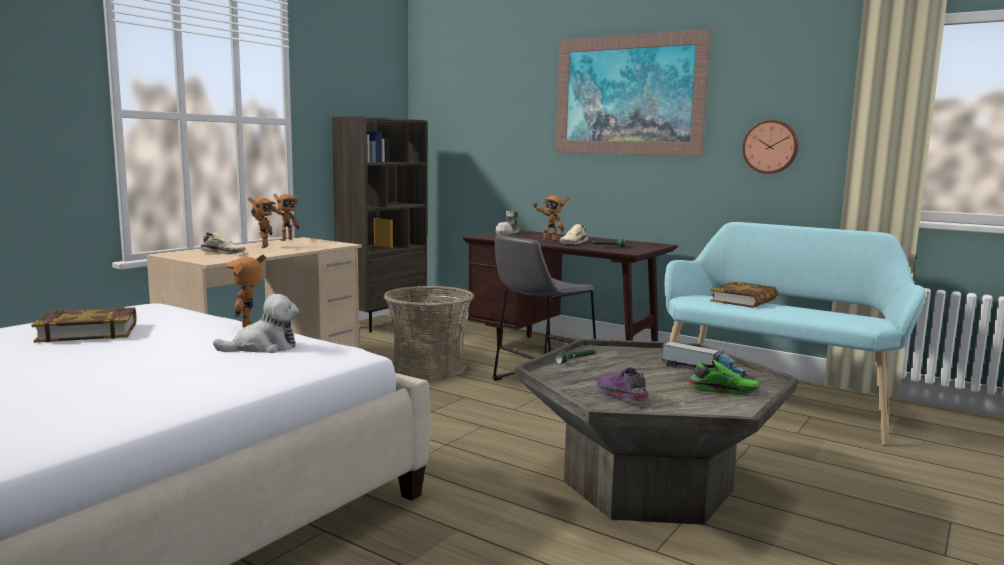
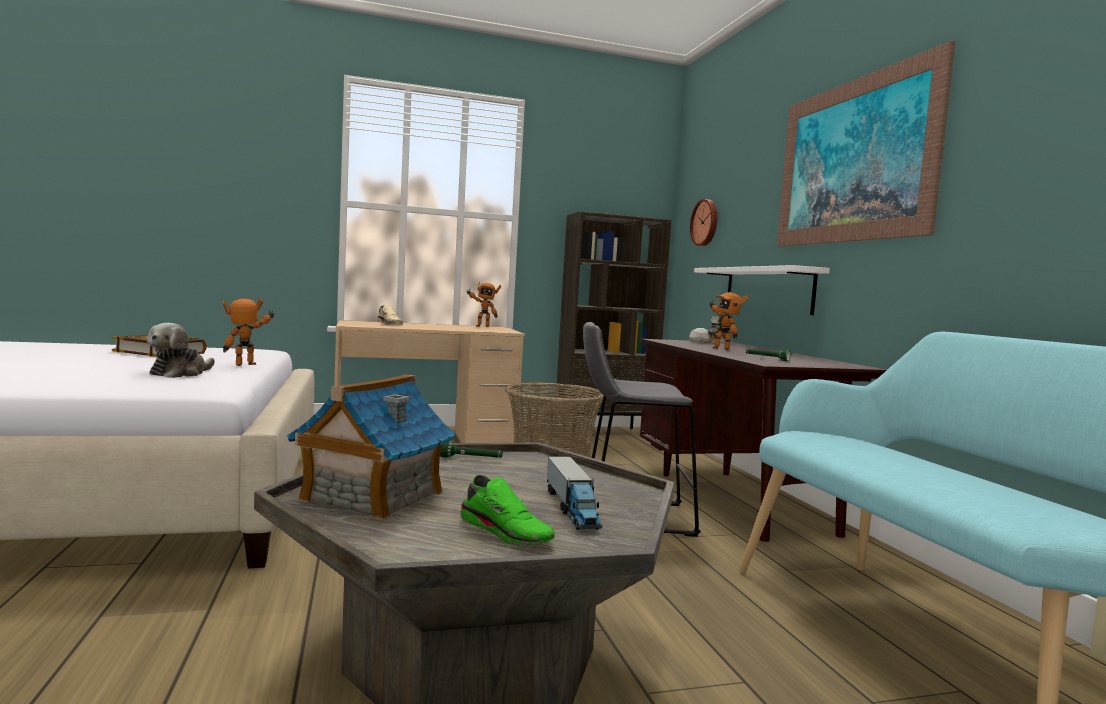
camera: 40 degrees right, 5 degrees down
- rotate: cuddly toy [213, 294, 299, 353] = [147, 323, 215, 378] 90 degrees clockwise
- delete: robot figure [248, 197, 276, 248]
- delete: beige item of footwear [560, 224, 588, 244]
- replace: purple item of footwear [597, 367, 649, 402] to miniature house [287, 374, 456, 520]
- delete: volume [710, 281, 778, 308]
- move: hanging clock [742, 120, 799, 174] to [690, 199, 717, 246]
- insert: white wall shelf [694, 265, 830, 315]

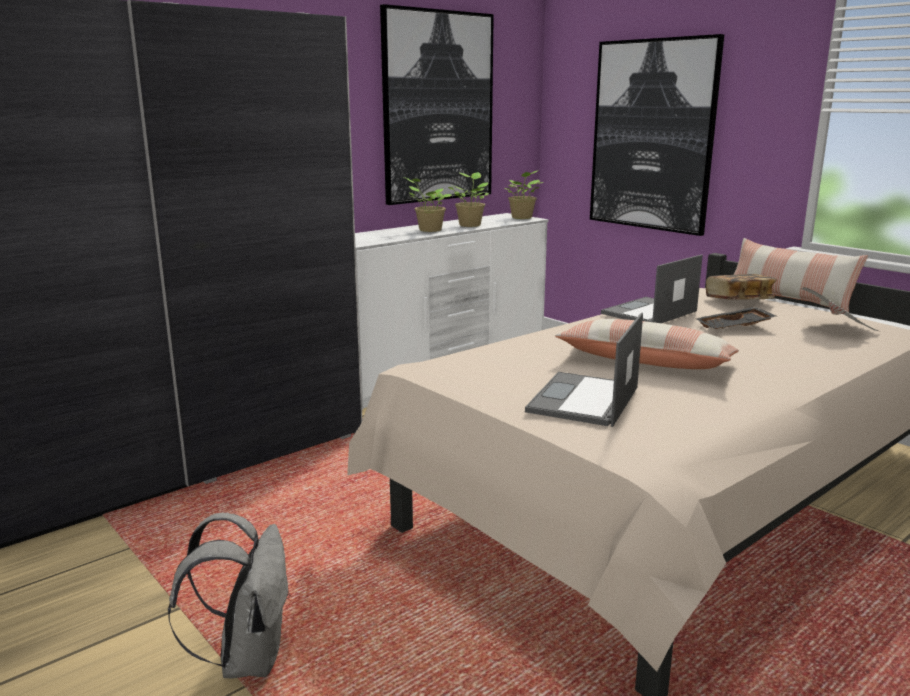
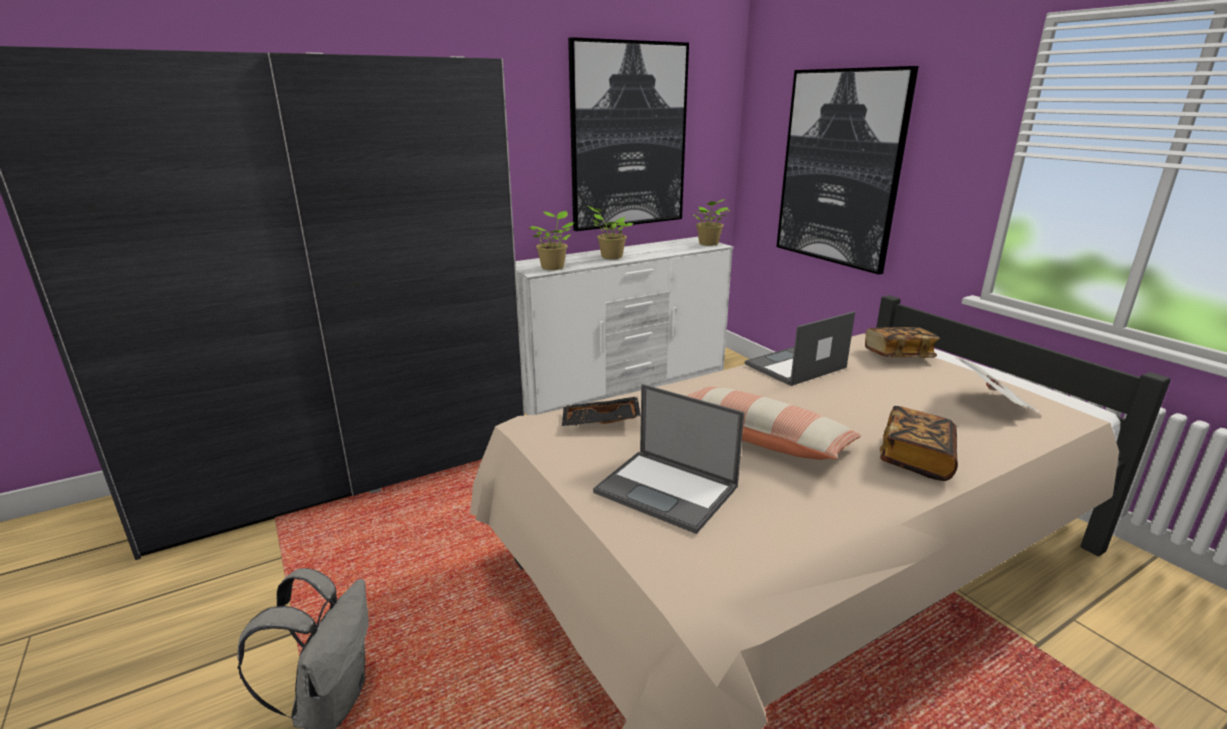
camera: 10 degrees right, 5 degrees up
- move: potted plant [448, 172, 489, 227] to [529, 211, 574, 270]
- rotate: notebook computer [525, 313, 643, 427] = [593, 384, 744, 534] 90 degrees counterclockwise
- move: black serving tray [695, 307, 776, 329] to [562, 396, 641, 426]
- delete: pillow [734, 238, 868, 312]
- insert: volume [880, 406, 958, 481]

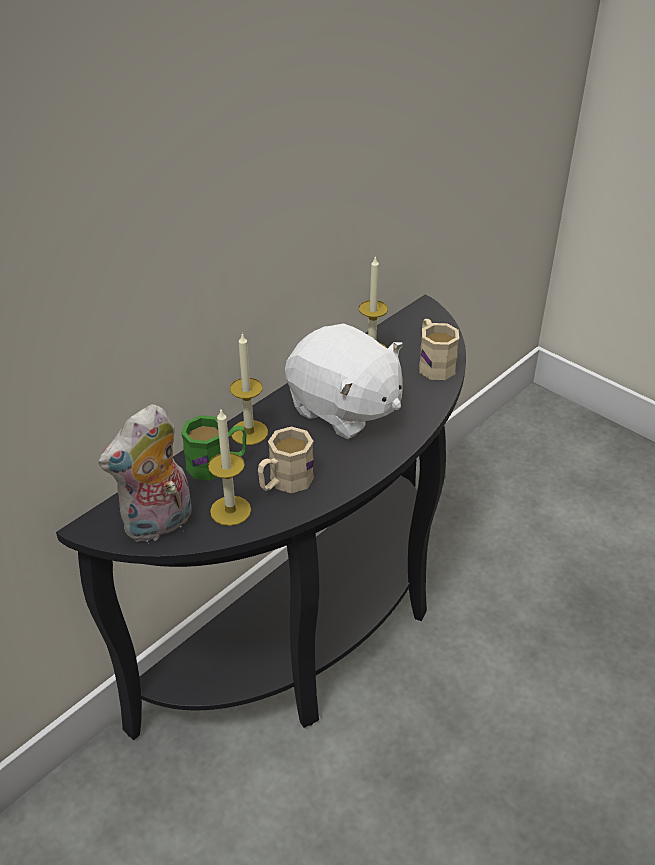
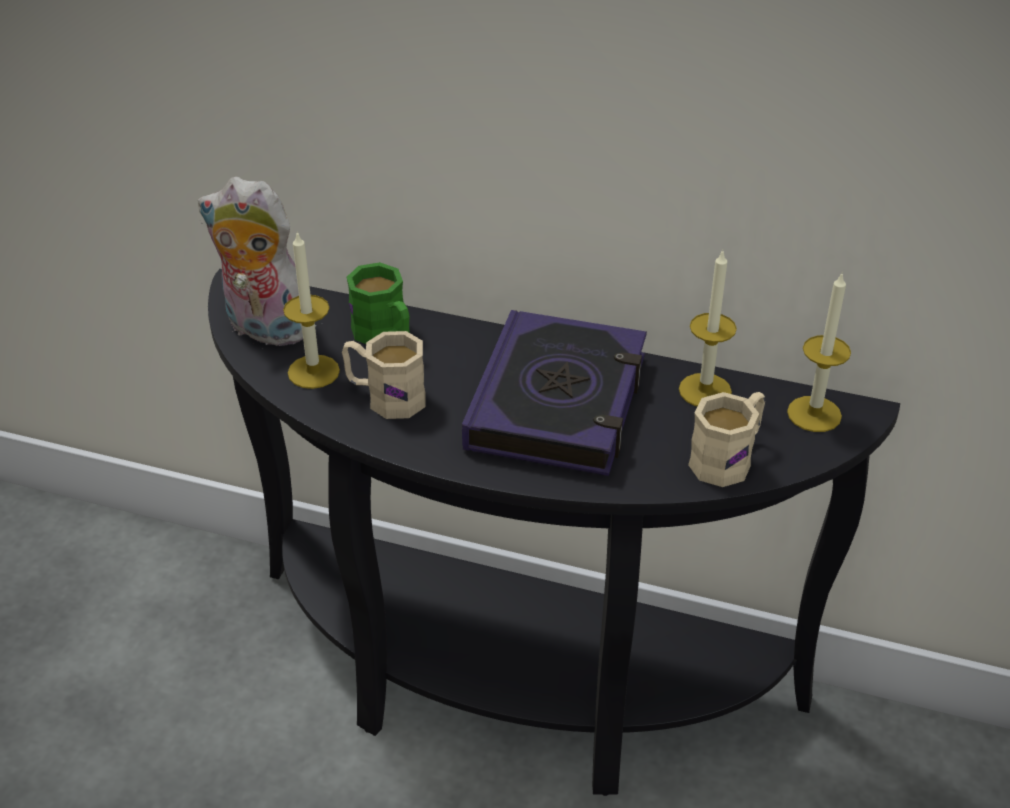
camera: 65 degrees right, 0 degrees up
- move: wax candle [230, 333, 268, 445] to [787, 271, 851, 432]
- replace: white cuddly toy [285, 323, 403, 439] to volume [462, 310, 647, 476]

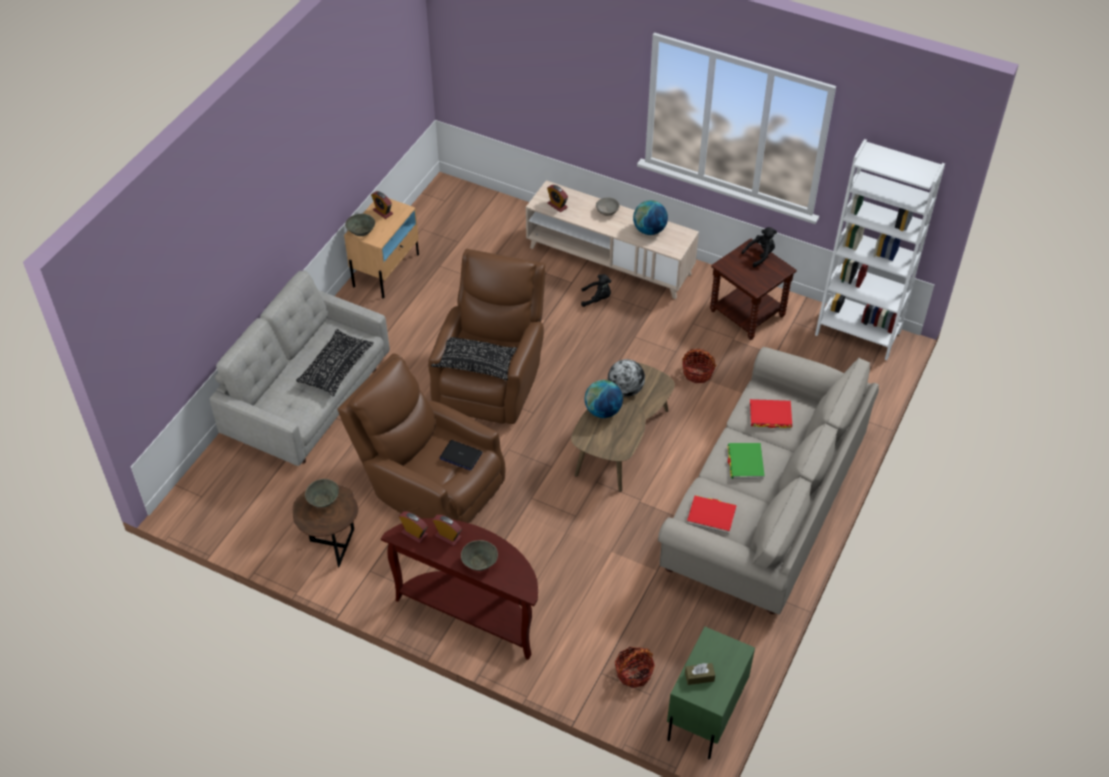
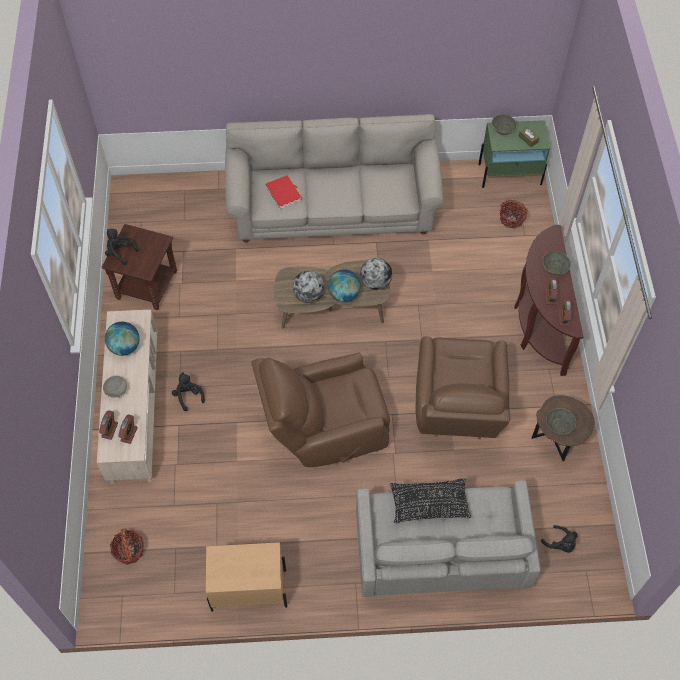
camera: 120 degrees left, 10 degrees up
- move: gray serving bowl [345, 213, 375, 236] to [492, 114, 517, 135]
- move: alarm clock [371, 191, 393, 219] to [99, 410, 118, 440]
- delete: black pillow [431, 337, 517, 380]
- delete: notebook computer [440, 440, 483, 470]
- move: household basket [682, 348, 717, 383] to [110, 528, 144, 565]
- delete: reddish volume [687, 496, 736, 534]
- delete: green volume [727, 443, 765, 479]
- delete: white bookcase [815, 139, 945, 360]
- insert: globe [360, 258, 392, 290]
- insert: black cuddly toy [541, 525, 578, 553]

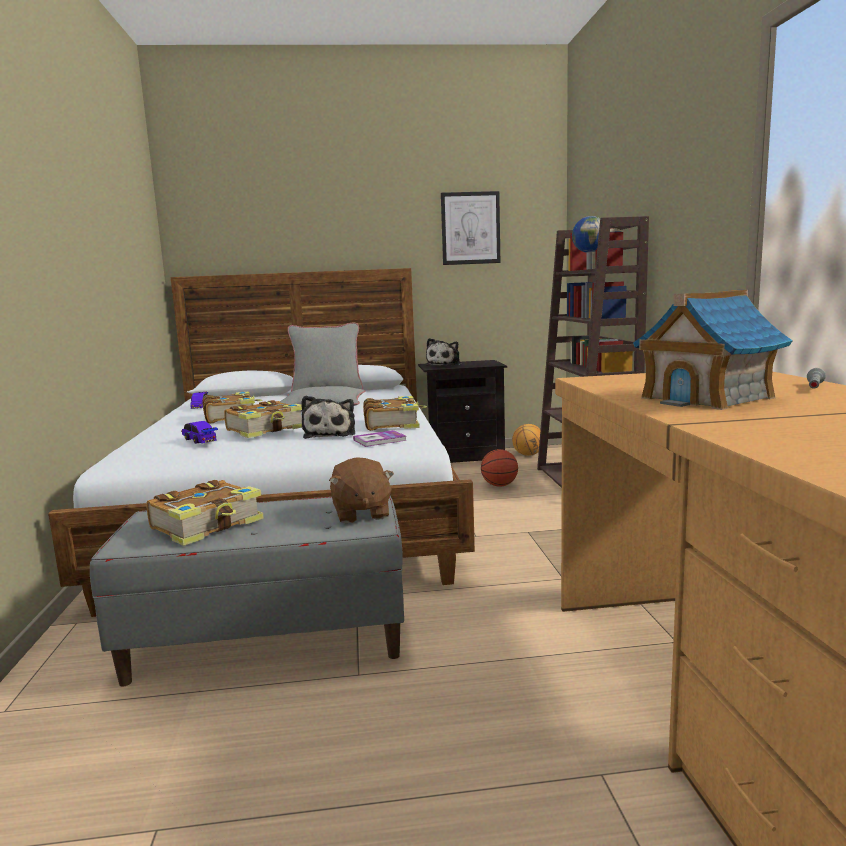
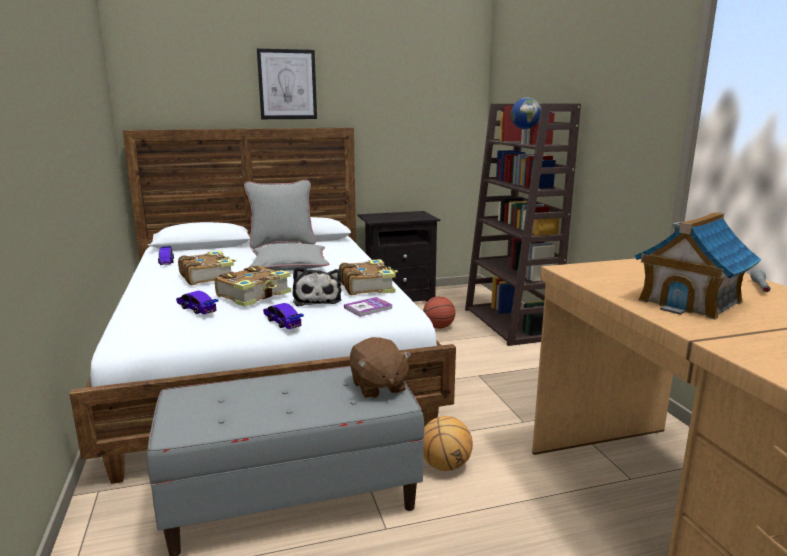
camera: 10 degrees left, 5 degrees up
- delete: volume [146, 480, 264, 546]
- delete: cuddly toy [425, 338, 462, 366]
- move: picture [441, 191, 500, 265] to [257, 48, 317, 119]
- move: basketball ball [512, 424, 541, 456] to [423, 416, 473, 471]
- insert: miniature car [263, 303, 304, 329]

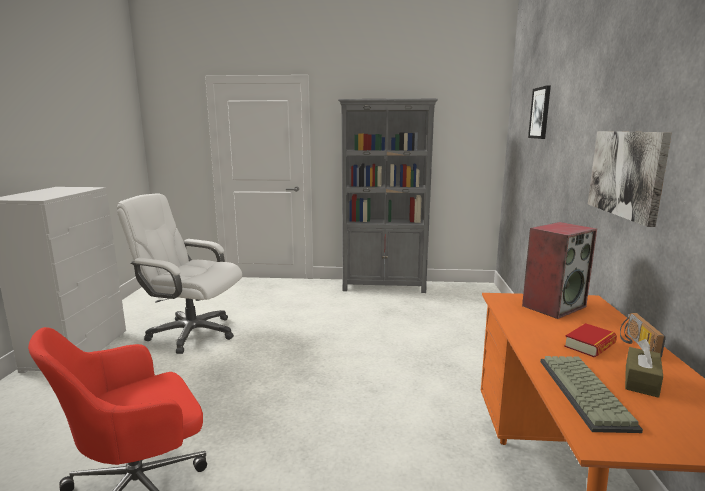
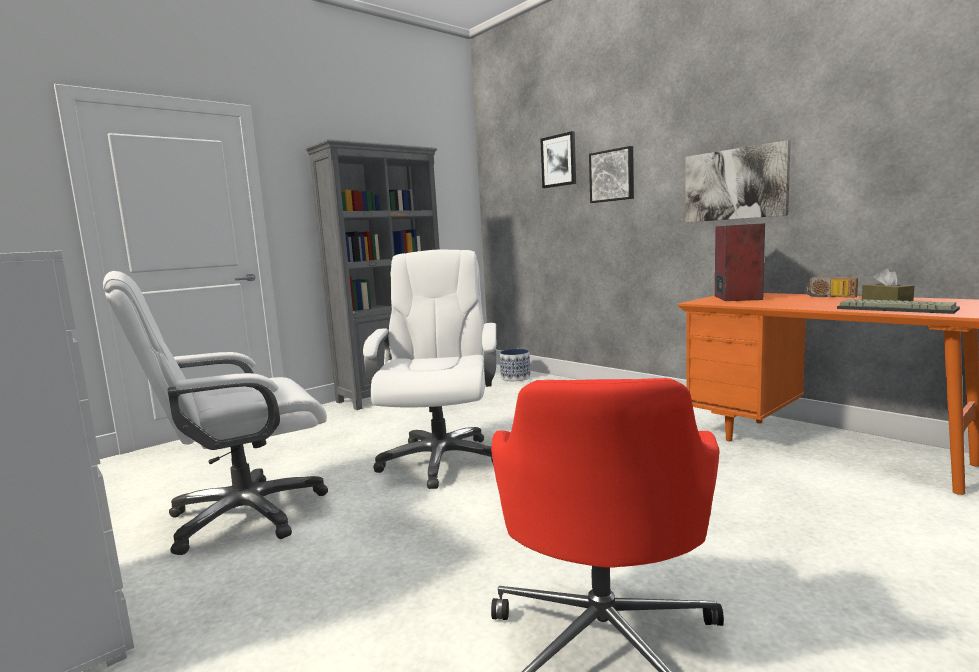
camera: 45 degrees left, 5 degrees down
- delete: volume [564, 323, 617, 357]
- insert: white desk chair [363, 250, 496, 489]
- insert: flower pot [500, 349, 531, 381]
- insert: picture [589, 146, 634, 203]

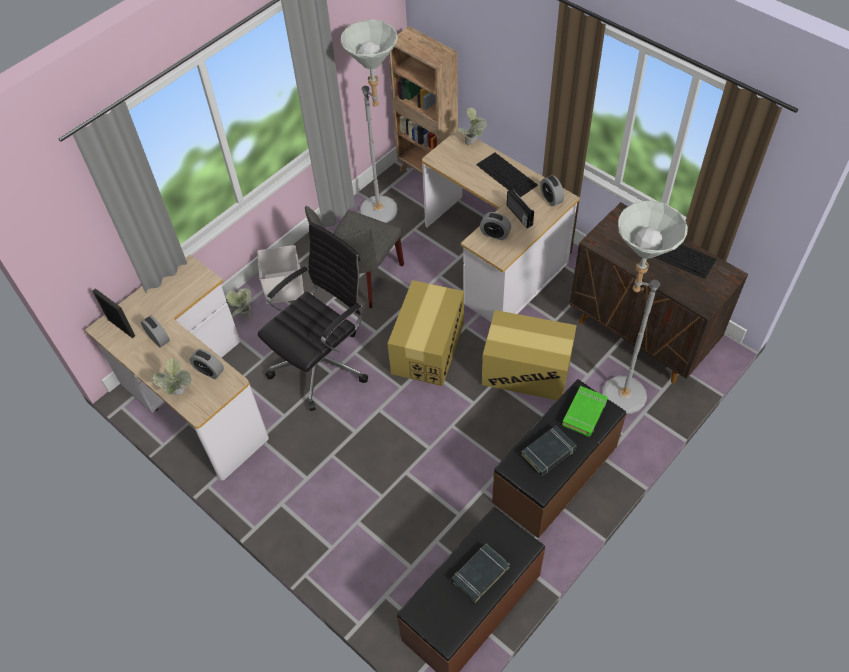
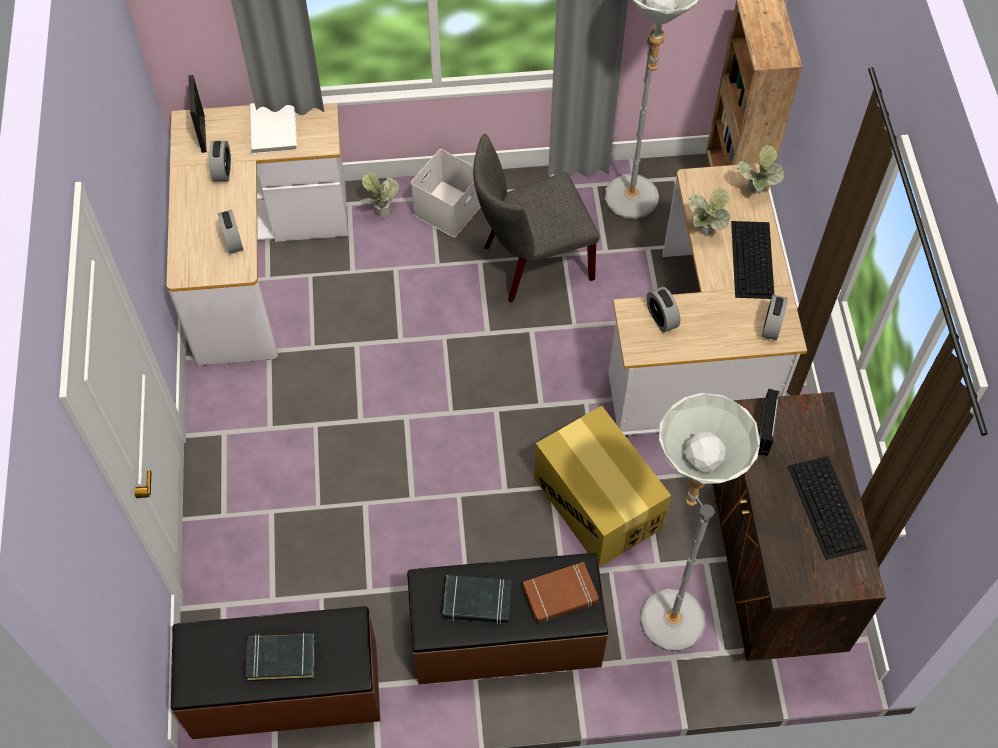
camera: 40 degrees right, 5 degrees up
- move: potted plant [152, 358, 192, 396] to [689, 188, 730, 234]
- delete: black desk chair [258, 222, 368, 411]
- delete: packing box [387, 280, 464, 386]
- move: radio set [507, 189, 534, 228] to [758, 389, 780, 456]
- recolor: green volume [562, 386, 608, 437] to brown-coloured volume [523, 562, 599, 623]
- insert: white volume [249, 103, 297, 154]

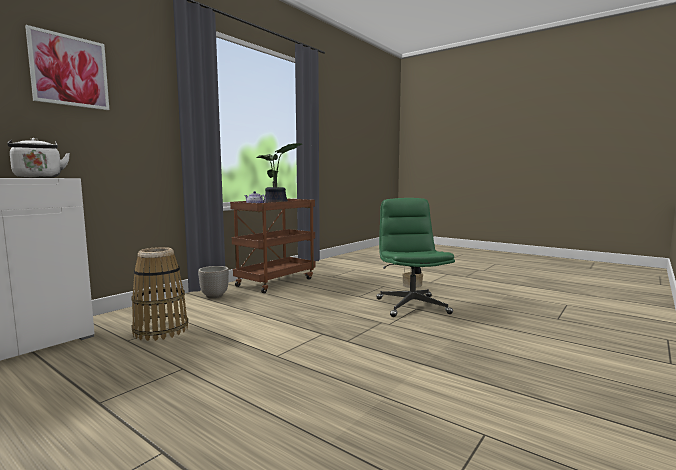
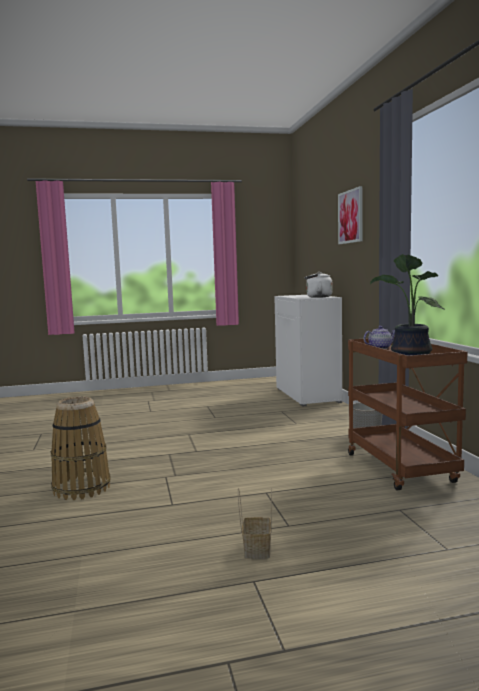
camera: 130 degrees right, 0 degrees up
- move: household basket [131, 247, 188, 341] to [51, 397, 111, 500]
- delete: green desk chair [376, 198, 455, 317]

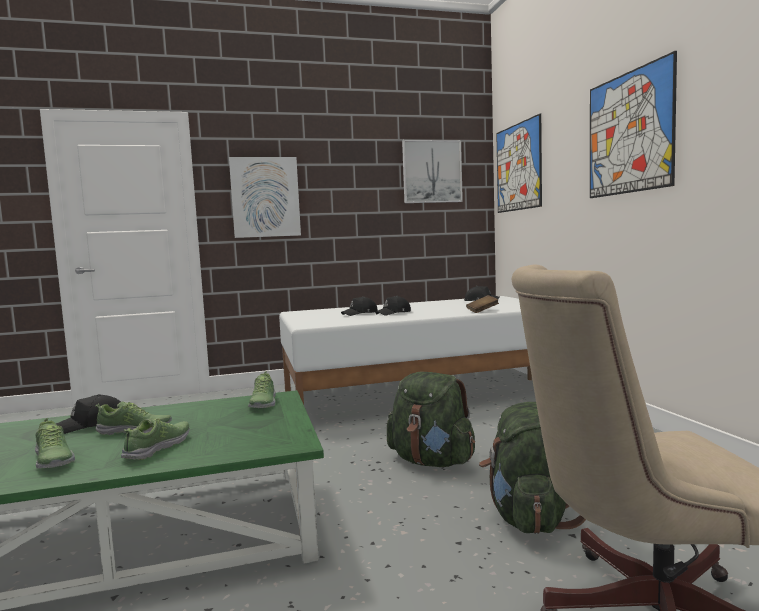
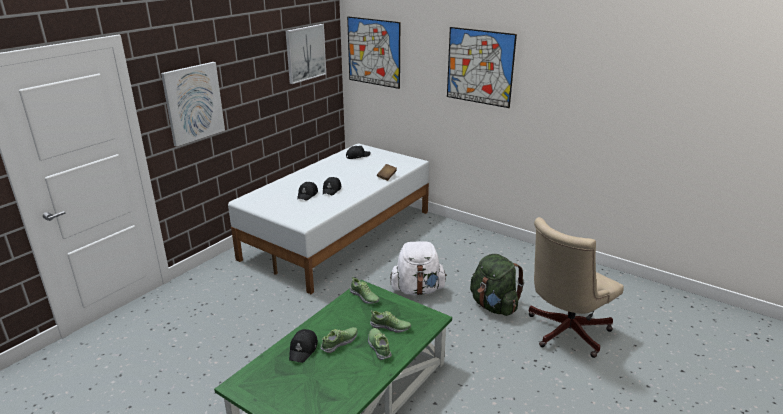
camera: 40 degrees left, 20 degrees up
- move: item of footwear [35, 418, 75, 469] to [370, 310, 411, 333]
- recolor: green backpack [387, 372, 475, 467] to white backpack [390, 241, 447, 295]

